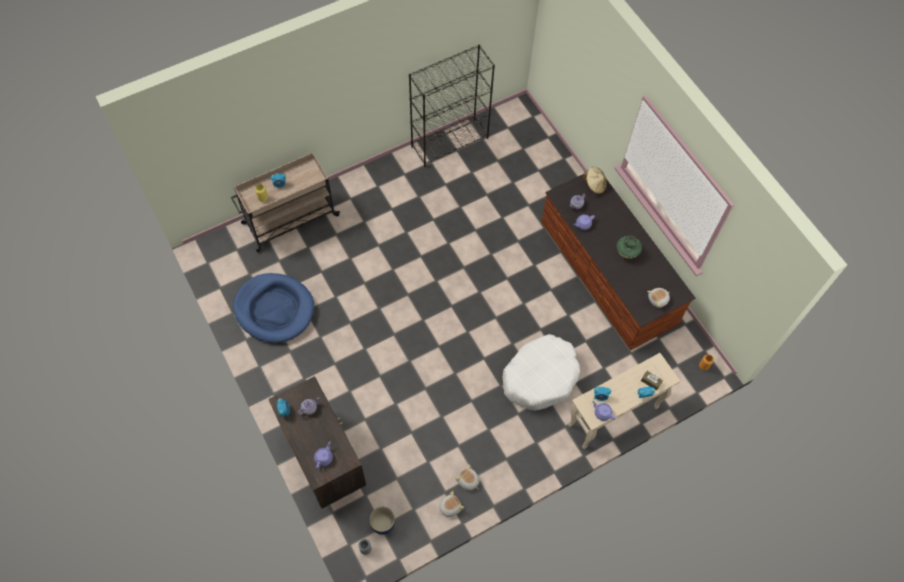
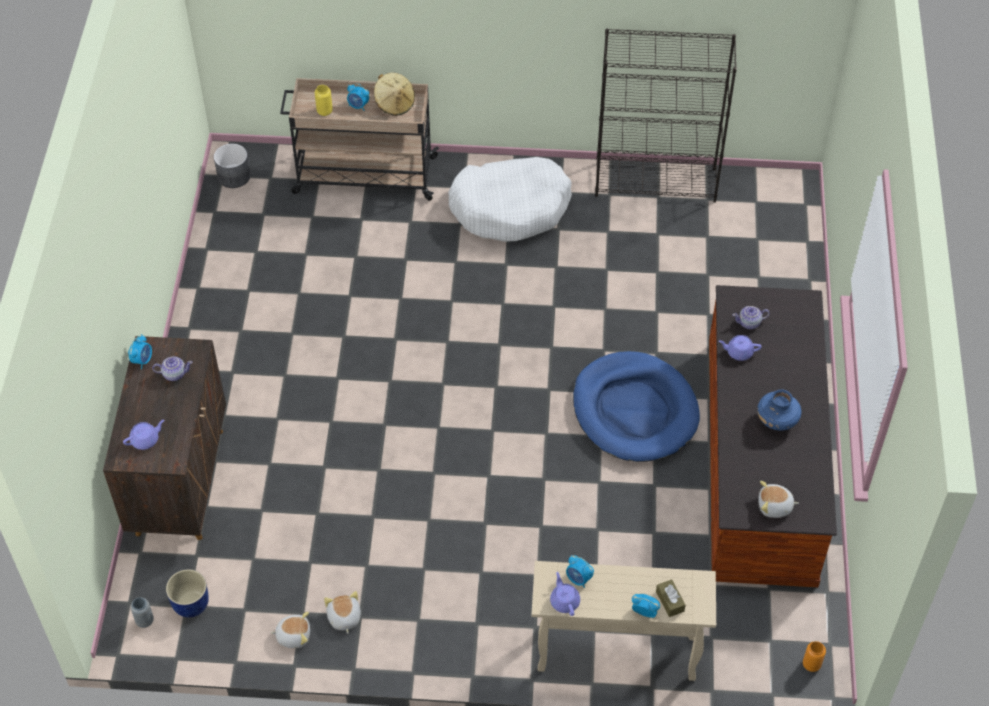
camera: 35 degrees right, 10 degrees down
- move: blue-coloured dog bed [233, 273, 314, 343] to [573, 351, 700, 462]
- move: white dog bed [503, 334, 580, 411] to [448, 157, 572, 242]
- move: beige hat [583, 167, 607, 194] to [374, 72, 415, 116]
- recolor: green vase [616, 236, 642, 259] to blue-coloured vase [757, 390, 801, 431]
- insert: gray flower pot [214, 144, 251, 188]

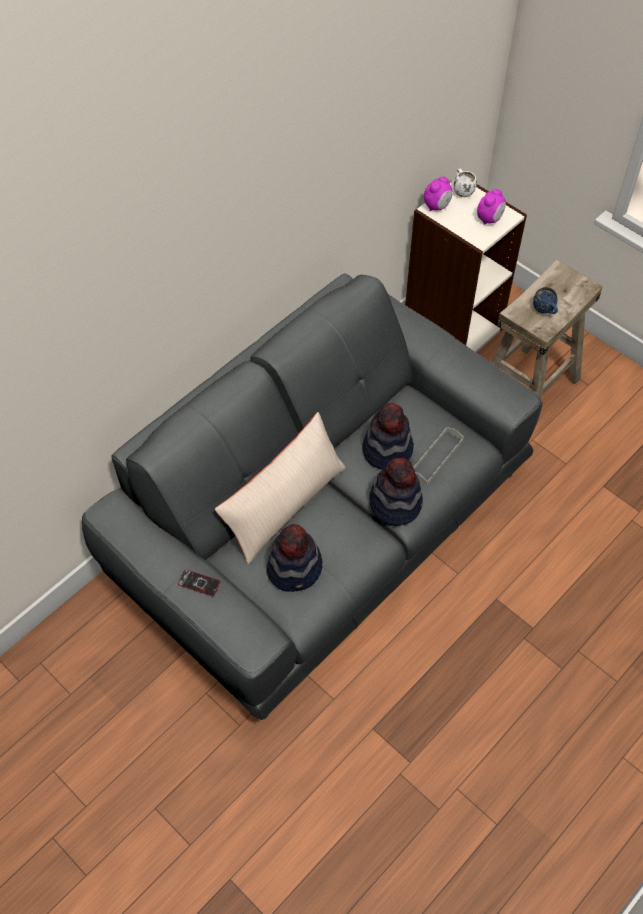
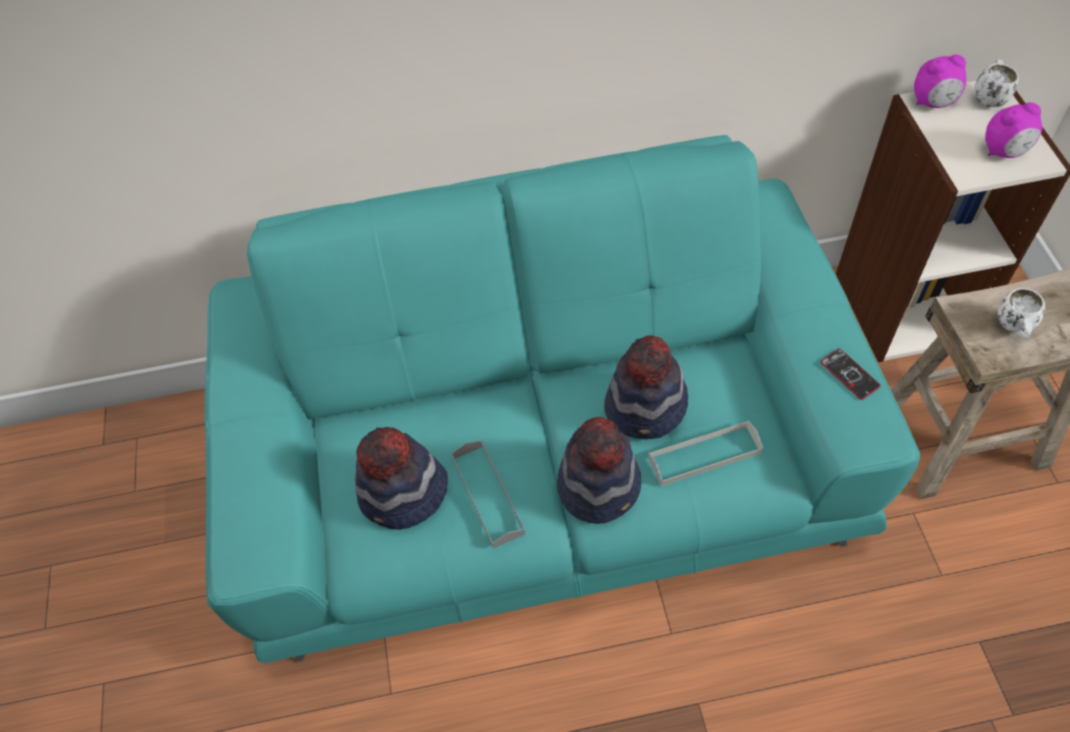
camera: 40 degrees right, 0 degrees up
- recolor: gray sofa [82, 273, 543, 720] to turquoise sofa [205, 135, 920, 663]
- move: handset [178, 569, 220, 597] to [820, 349, 881, 400]
- delete: beige pillow [215, 412, 346, 565]
- recolor: blue-coloured tea mug [533, 287, 558, 314] to white tea mug [998, 288, 1045, 338]
- insert: gray serving tray [451, 441, 525, 548]

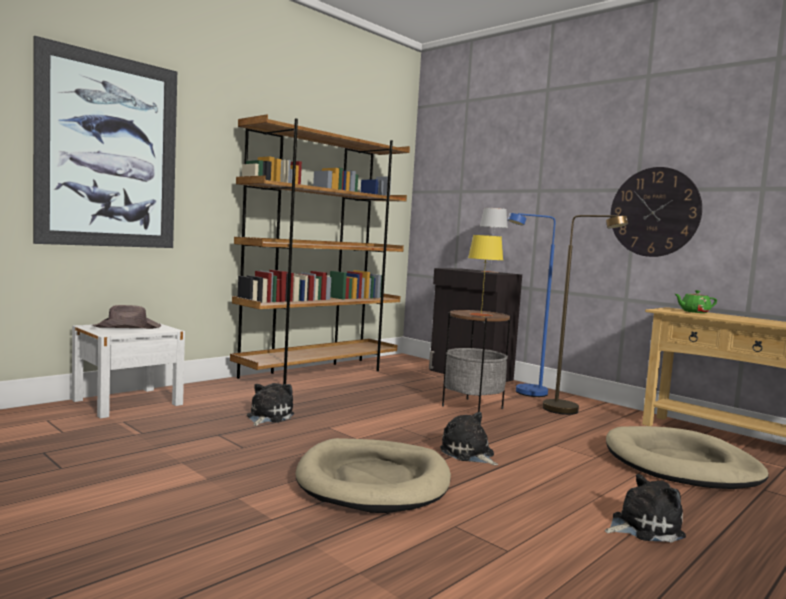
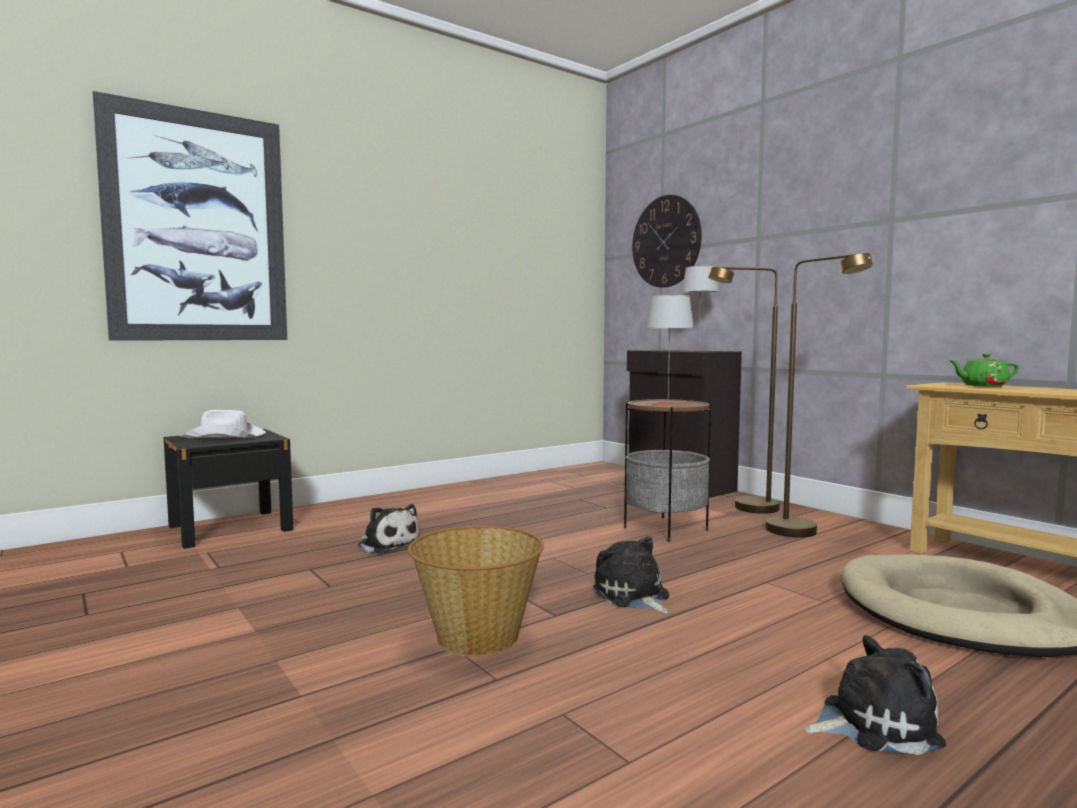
camera: 10 degrees right, 0 degrees up
- recolor: white bedside table [72, 323, 185, 419] to black bedside table [164, 429, 293, 549]
- recolor: brown-coloured hat [92, 305, 161, 329] to white hat [180, 410, 266, 438]
- delete: brown-coloured bookcase [230, 114, 410, 384]
- rotate: cuddly toy [247, 383, 294, 426] = [358, 504, 419, 554] 105 degrees clockwise
- replace: beige dog bed [295, 438, 451, 513] to household basket [408, 526, 544, 657]
- recolor: yellow-coloured lamp for a table [468, 235, 503, 317] to gray lamp for a table [646, 295, 694, 406]
- recolor: blue-coloured standard lamp [507, 213, 555, 397] to brown-coloured standard lamp [708, 267, 779, 514]
- move: hanging clock [611, 167, 702, 257] to [632, 195, 702, 288]

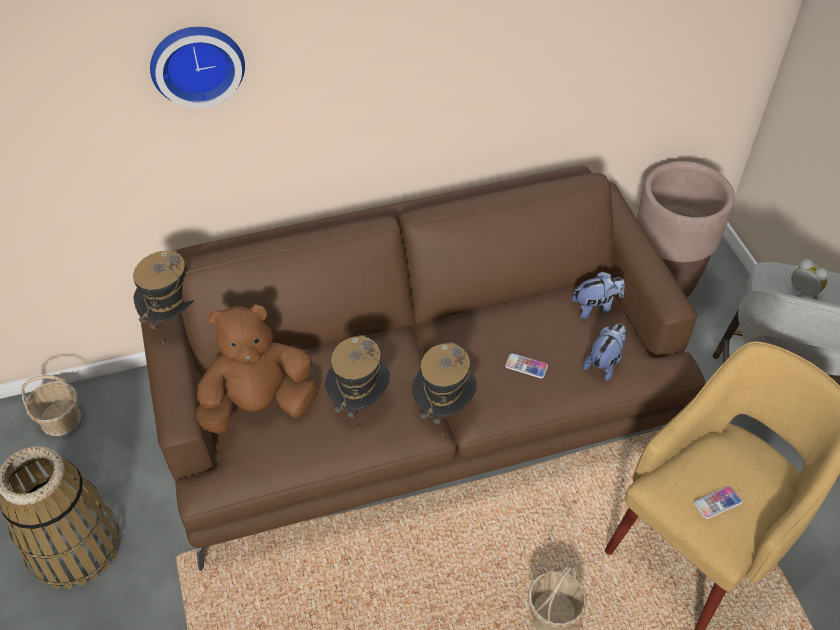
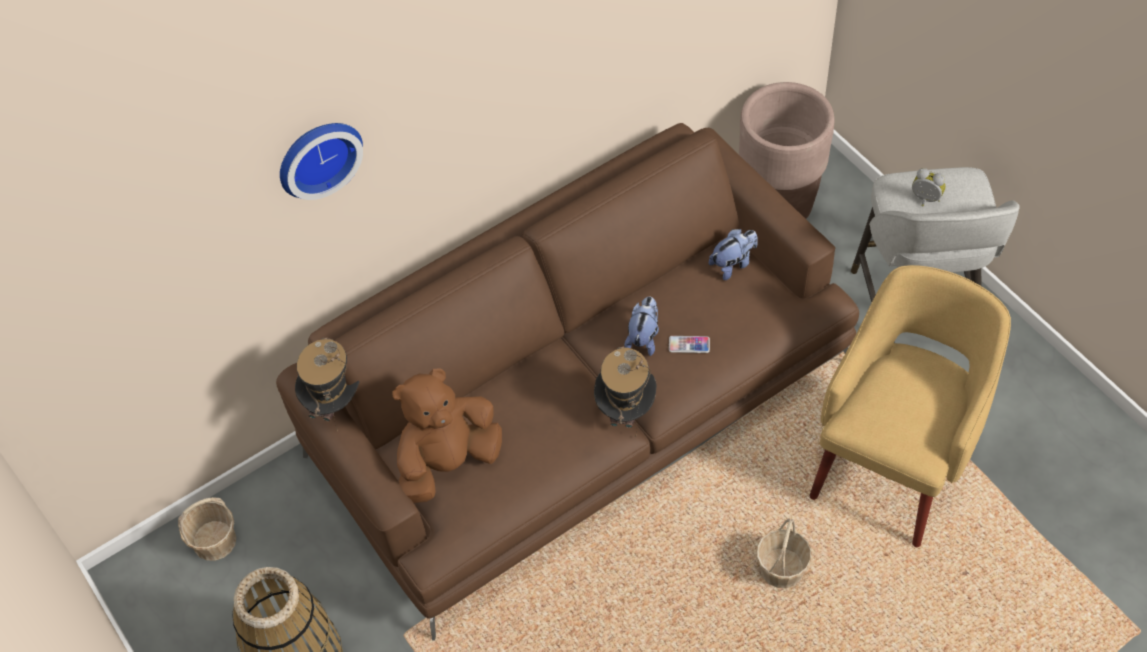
camera: 15 degrees left, 5 degrees up
- delete: hat [325, 335, 390, 430]
- move: cuddly toy [583, 323, 627, 381] to [624, 297, 659, 356]
- delete: handset [694, 486, 742, 519]

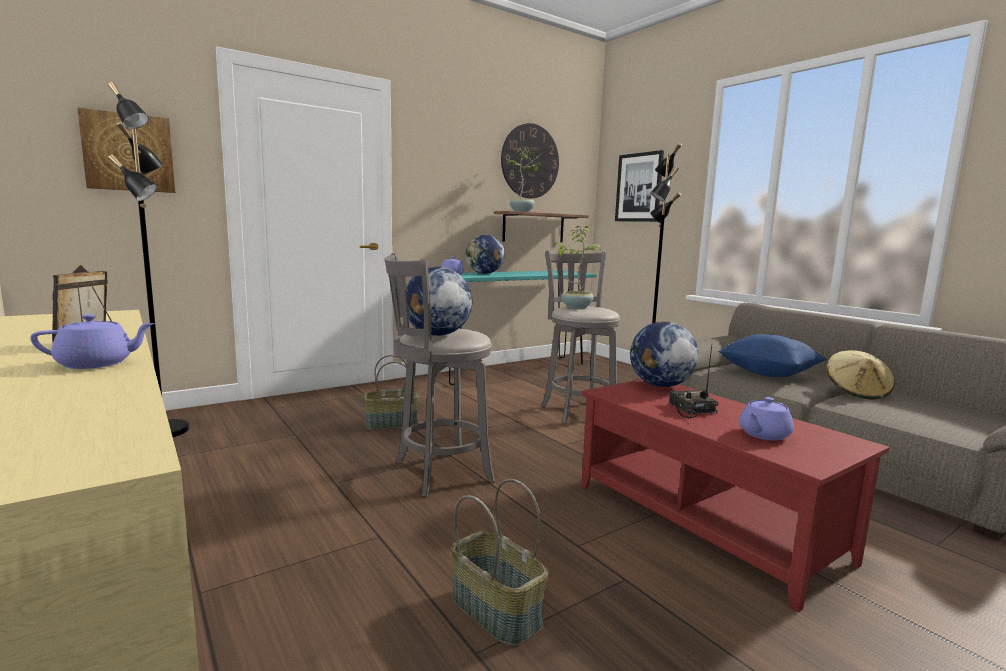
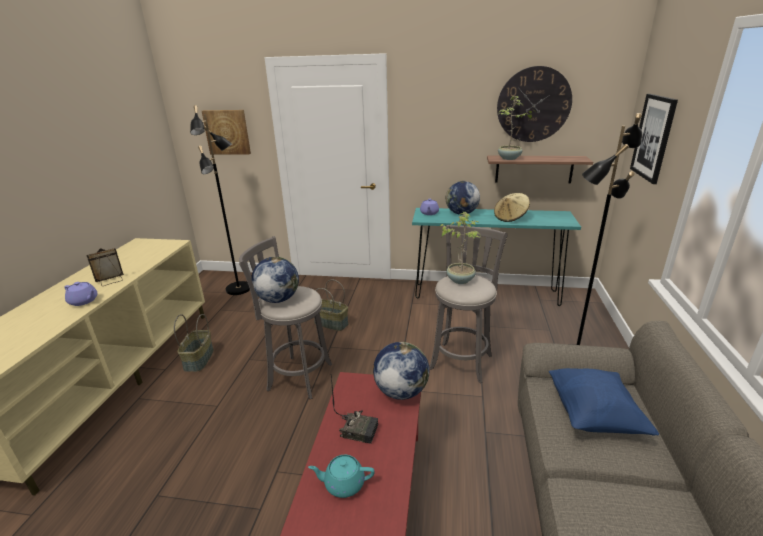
camera: 45 degrees right, 15 degrees up
- move: household basket [451, 479, 548, 646] to [174, 314, 214, 372]
- rotate: radio set [669, 345, 718, 418] = [331, 375, 378, 444] 75 degrees clockwise
- recolor: purple tea pot [739, 397, 794, 441] to turquoise tea pot [308, 455, 375, 498]
- move: beige hat [826, 350, 895, 399] to [494, 193, 530, 222]

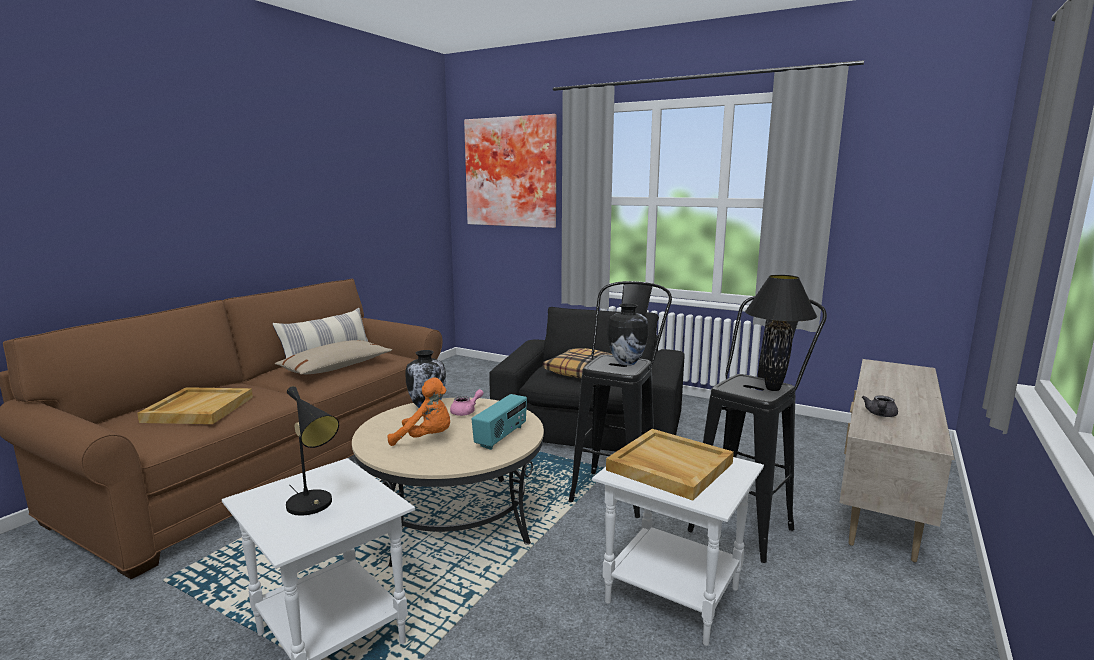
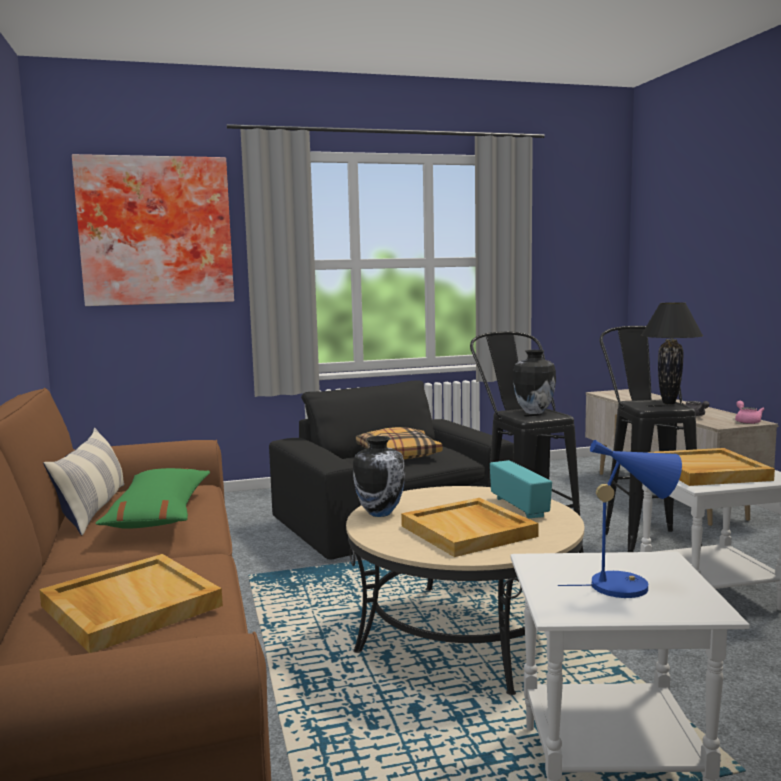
camera: 45 degrees left, 5 degrees down
- recolor: beige pillow [275, 340, 392, 375] to green pillow [95, 468, 210, 529]
- recolor: black lamp for a table [286, 386, 339, 516] to blue-coloured lamp for a table [558, 440, 682, 598]
- replace: orange-coloured cuddly toy [388, 377, 450, 446] to beige serving tray [401, 498, 539, 557]
- move: pink-coloured tea pot [450, 389, 483, 416] to [735, 401, 764, 424]

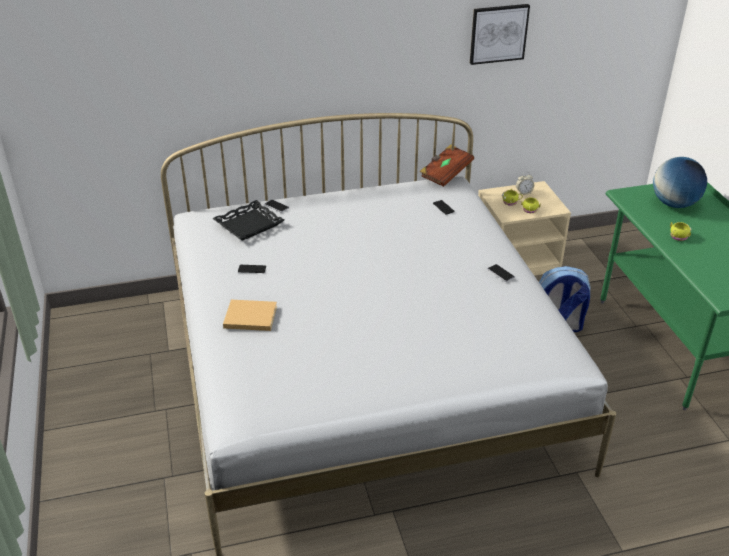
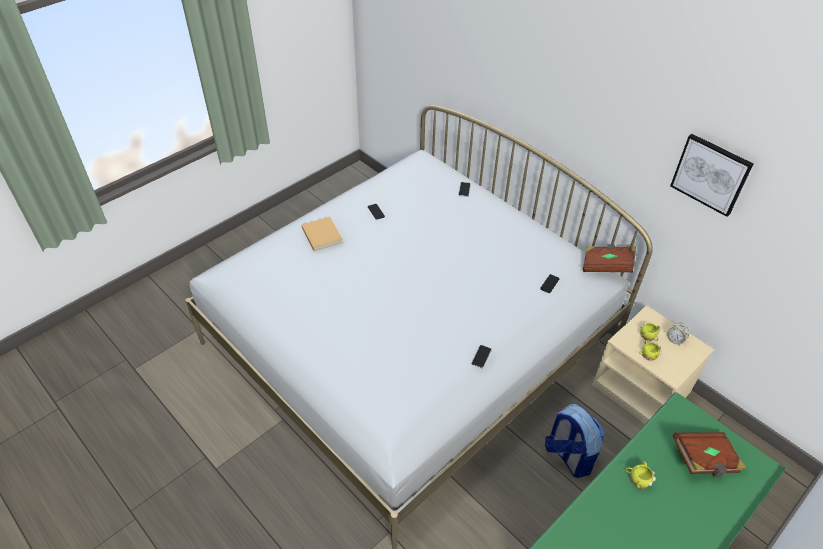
camera: 60 degrees right, 10 degrees up
- delete: black serving tray [212, 200, 284, 241]
- replace: globe [653, 157, 707, 208] to brown-coloured volume [673, 432, 746, 477]

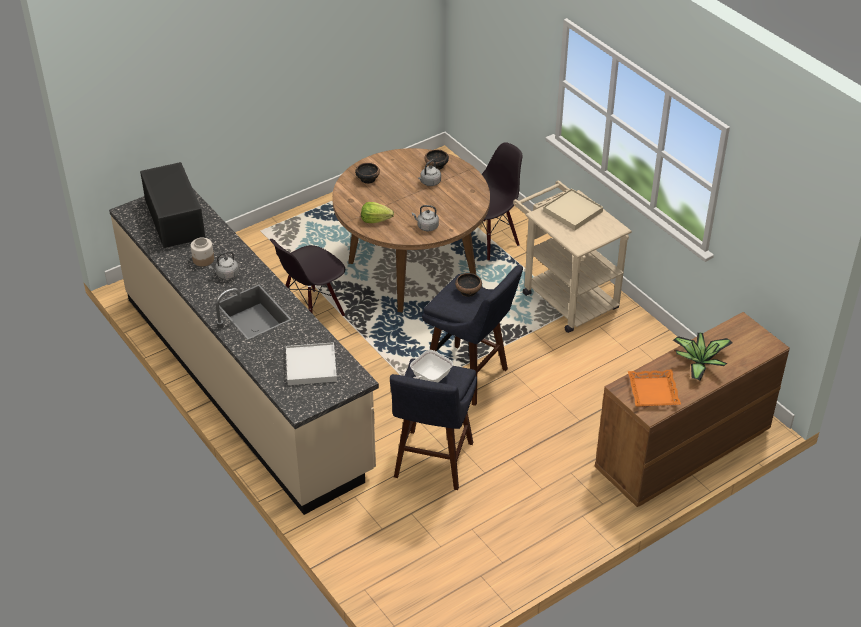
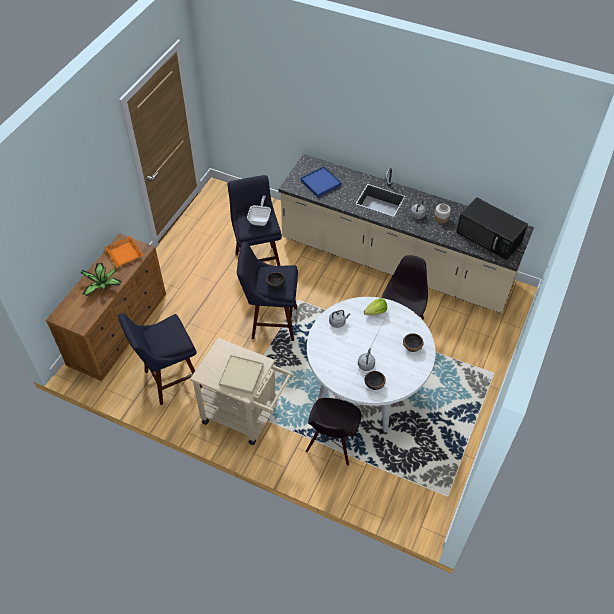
camera: 150 degrees right, 10 degrees up
- recolor: white serving tray [286, 342, 337, 385] to blue-coloured serving tray [301, 167, 341, 197]
- recolor: brown-coloured kitchen table [332, 148, 490, 312] to white kitchen table [307, 297, 436, 433]
- insert: blue-coloured stool seat [118, 313, 202, 405]

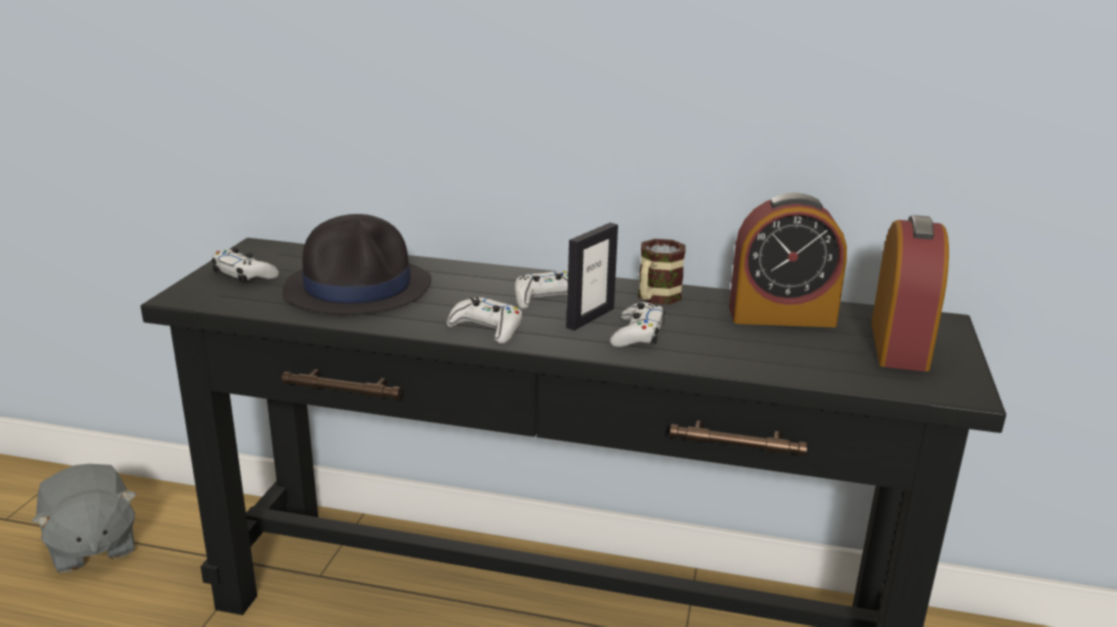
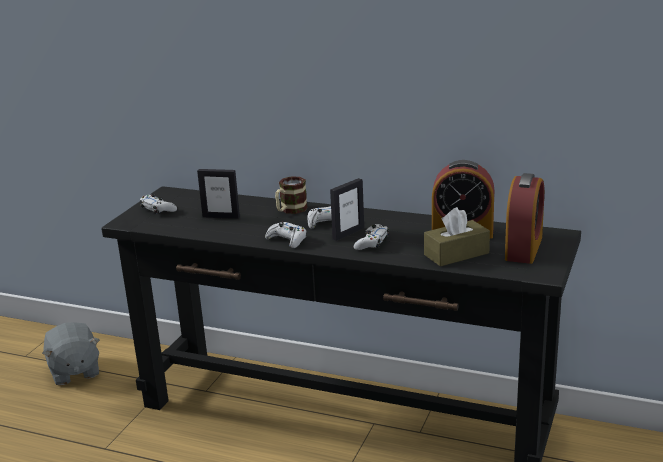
camera: 10 degrees right, 0 degrees up
- replace: black hat [282, 214, 431, 314] to standing frame [197, 169, 240, 219]
- move: tea mug [638, 239, 685, 304] to [275, 176, 308, 214]
- insert: brown-coloured box of tissues [424, 207, 490, 266]

